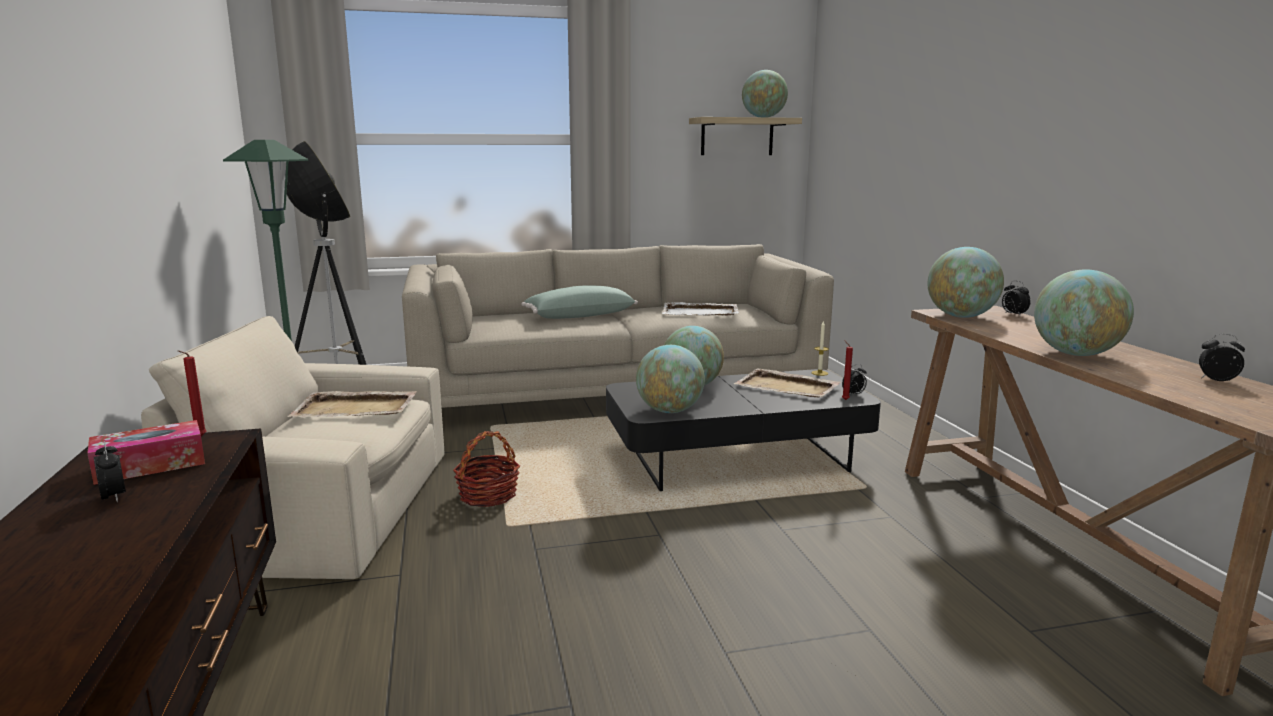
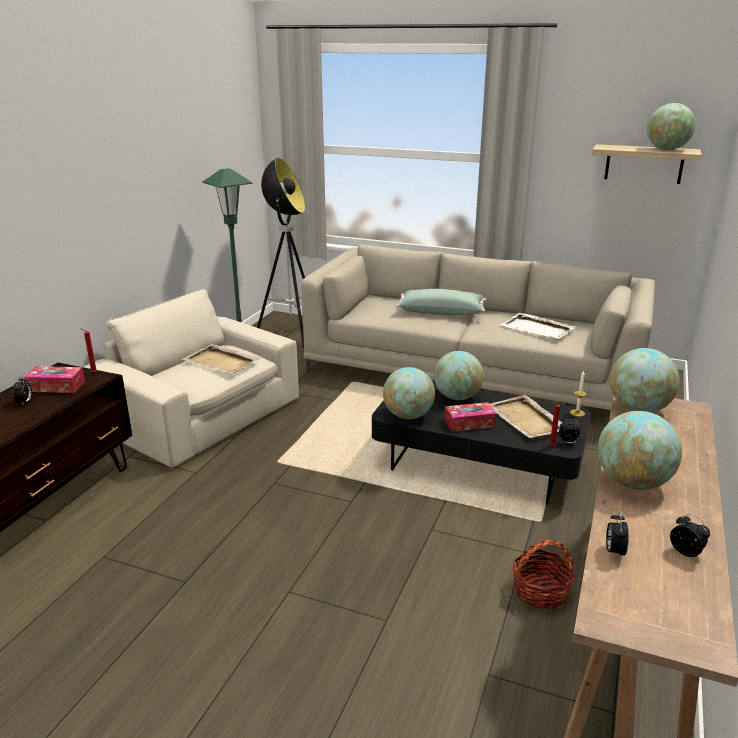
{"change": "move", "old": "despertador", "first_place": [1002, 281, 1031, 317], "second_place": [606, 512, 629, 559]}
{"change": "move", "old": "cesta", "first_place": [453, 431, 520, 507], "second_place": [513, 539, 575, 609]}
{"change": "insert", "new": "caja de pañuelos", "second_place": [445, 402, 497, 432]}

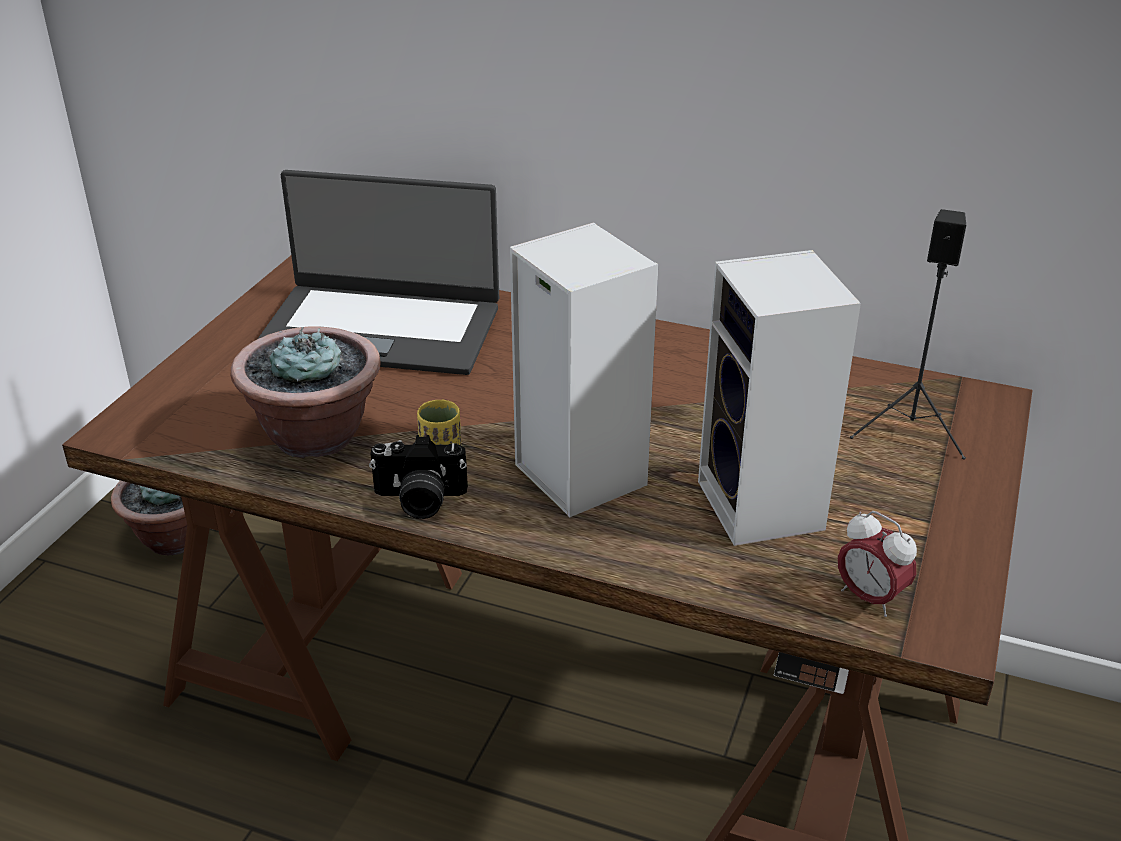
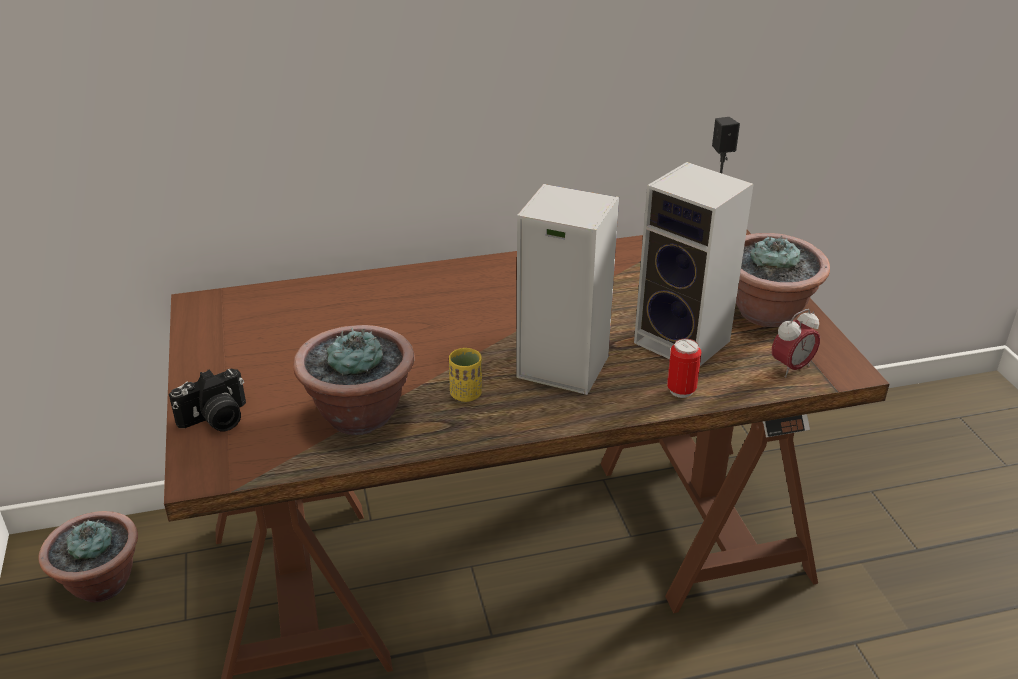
{"change": "delete", "old": "portátil", "first_place": [258, 170, 499, 375]}
{"change": "move", "old": "cámara", "first_place": [369, 435, 468, 519], "second_place": [169, 369, 246, 432]}
{"change": "rotate", "old": "despertador", "first_place": [838, 511, 917, 617], "second_place": [772, 309, 820, 378], "degrees": -45}
{"change": "insert", "new": "planta en maceta", "second_place": [736, 233, 830, 327]}
{"change": "insert", "new": "lata", "second_place": [667, 338, 701, 398]}

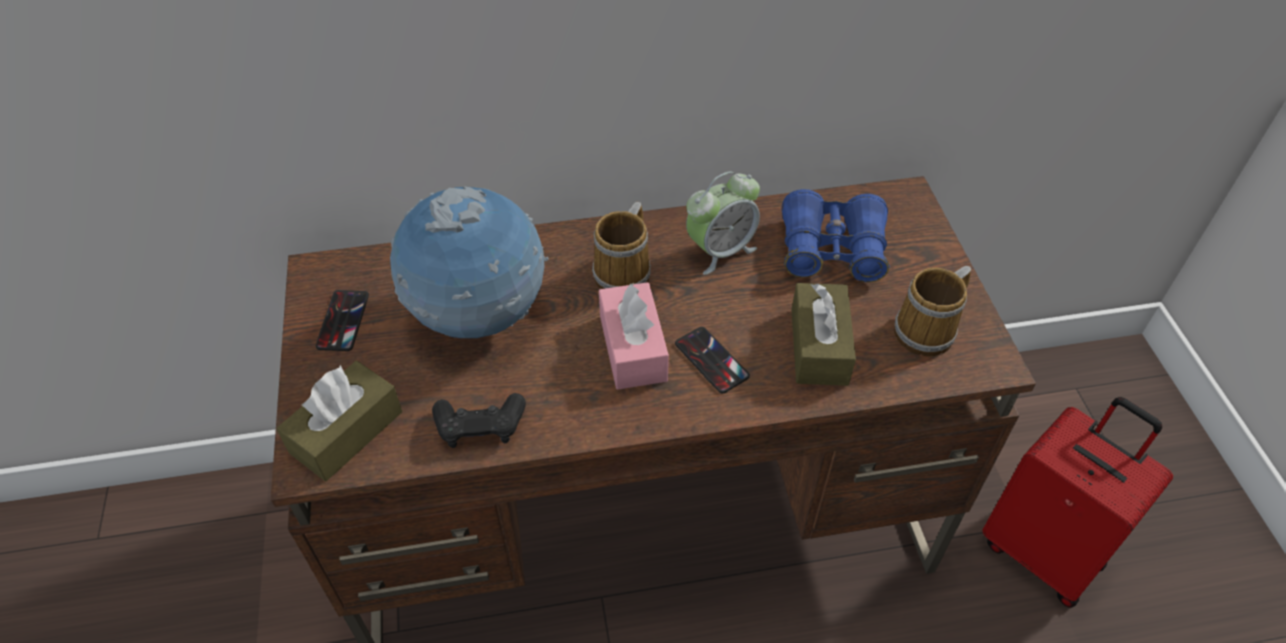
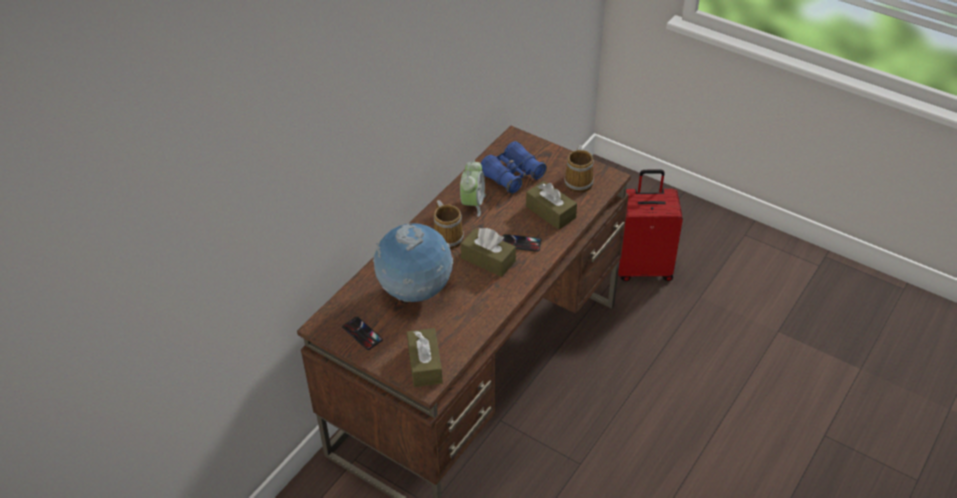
{"change": "recolor", "old": "caja de pañuelos (rosa)", "new": "caja de pañuelos (marrón)", "first_place": [599, 282, 669, 390], "second_place": [461, 228, 516, 277]}
{"change": "delete", "old": "mando de consola (negro)", "first_place": [432, 393, 526, 448]}

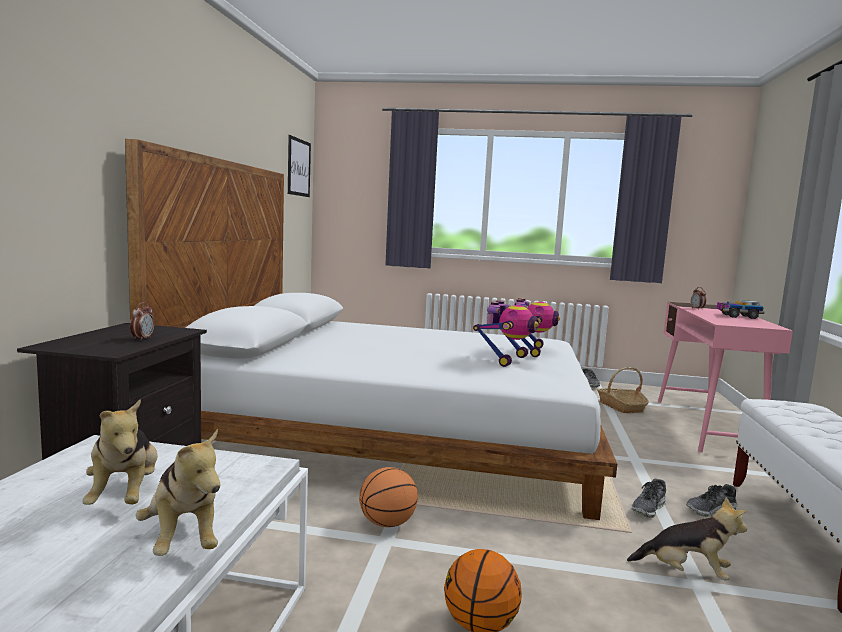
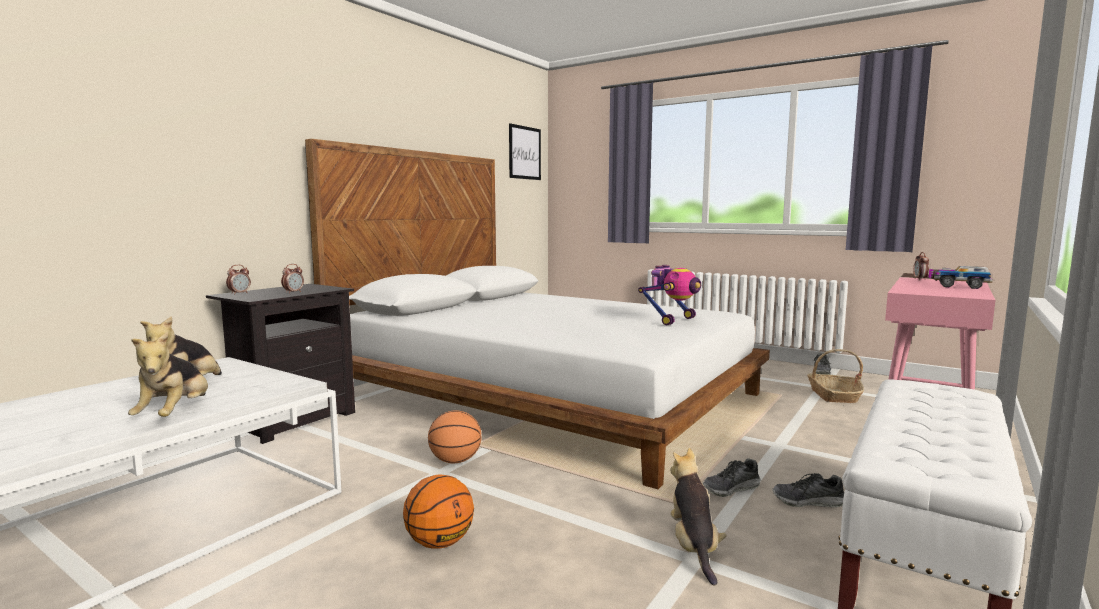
{"change": "delete", "old": "robot de juguete", "first_place": [473, 301, 539, 367]}
{"change": "rotate", "old": "peluche", "first_place": [627, 497, 747, 581], "second_place": [670, 448, 726, 586], "degrees": -135}
{"change": "insert", "new": "despertador", "second_place": [226, 265, 251, 295]}

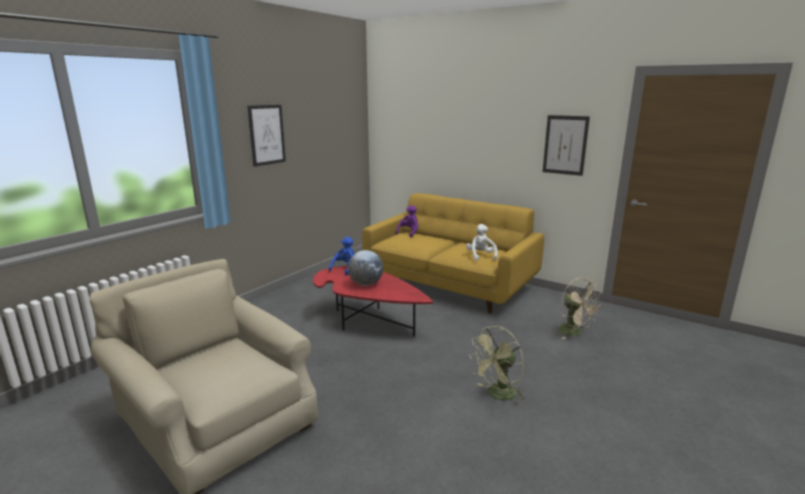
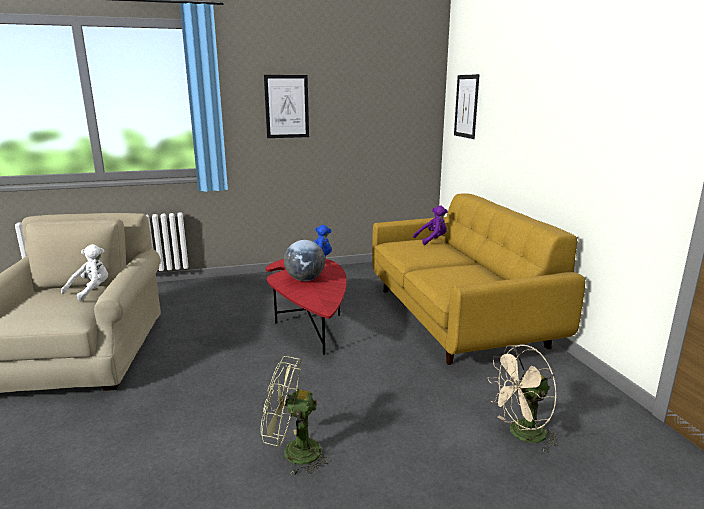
{"change": "move", "old": "cuadro", "first_place": [543, 115, 590, 176], "second_place": [454, 74, 480, 139]}
{"change": "move", "old": "peluche (blanco)", "first_place": [466, 224, 498, 261], "second_place": [61, 244, 108, 302]}
{"change": "rotate", "old": "ventilador (beis)", "first_place": [558, 278, 602, 339], "second_place": [488, 345, 559, 452], "degrees": 60}

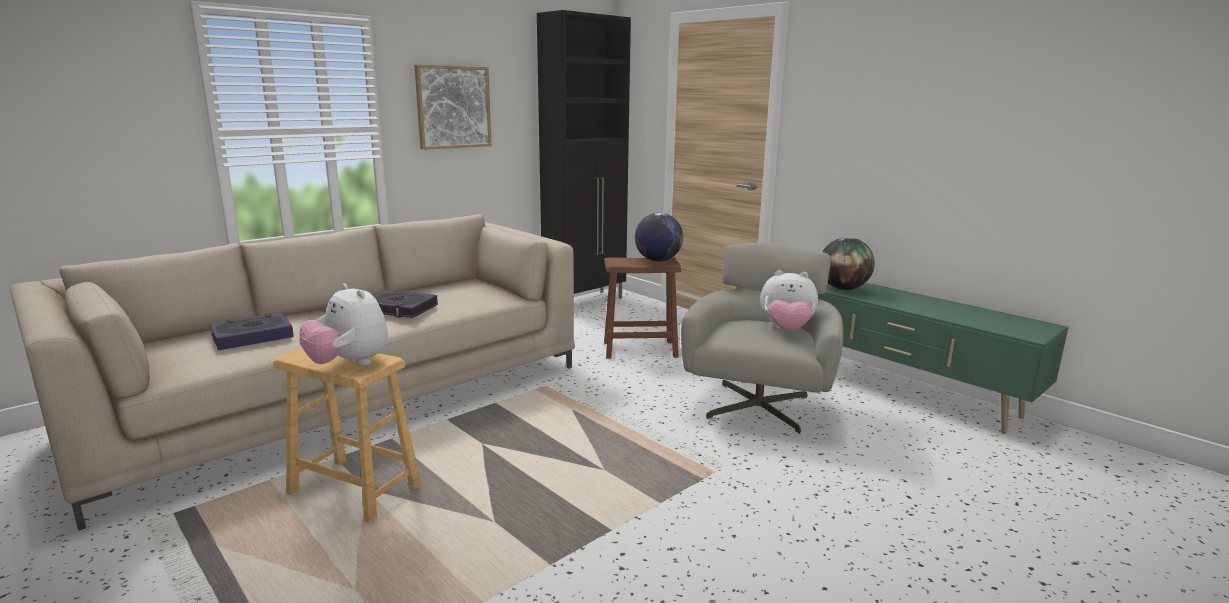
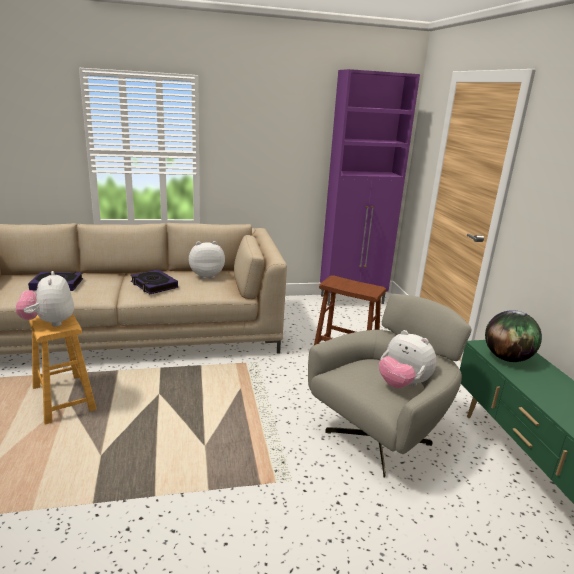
{"change": "recolor", "old": "armario (negro)", "new": "armario (morado)", "first_place": [537, 10, 631, 299], "second_place": [320, 69, 420, 306]}
{"change": "delete", "old": "cuadro", "first_place": [414, 64, 492, 150]}
{"change": "delete", "old": "globo terráqueo", "first_place": [635, 213, 683, 262]}
{"change": "insert", "new": "peluche", "second_place": [189, 241, 225, 279]}

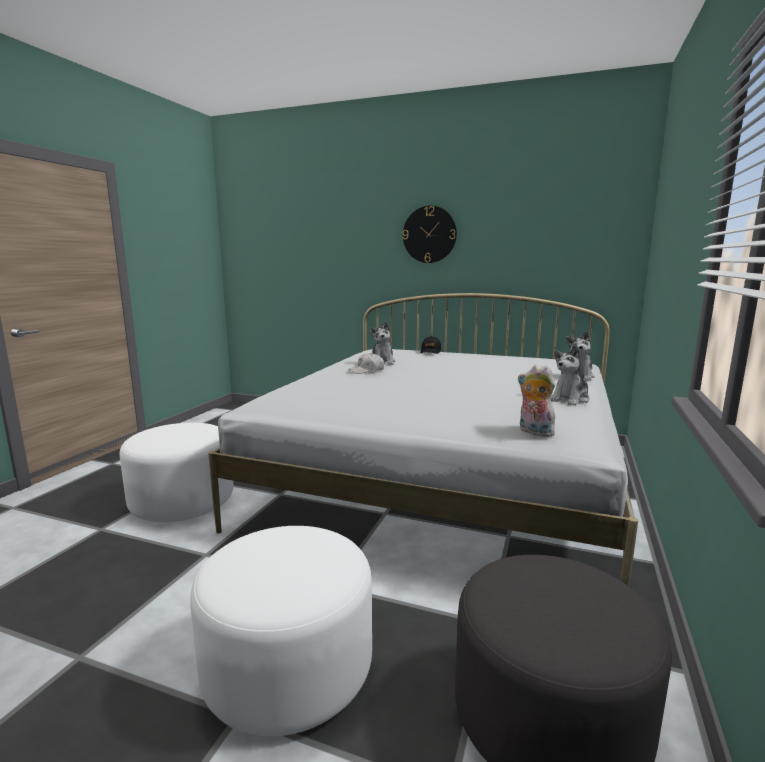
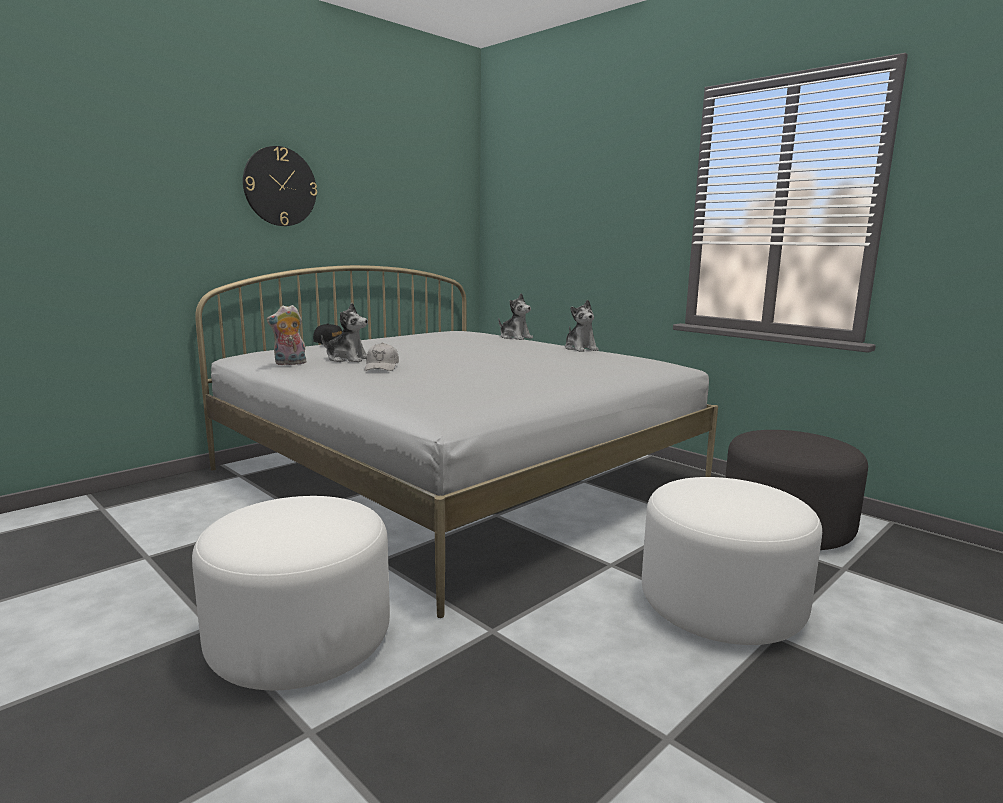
{"change": "move", "old": "peluche", "first_place": [518, 365, 555, 437], "second_place": [266, 305, 306, 365]}

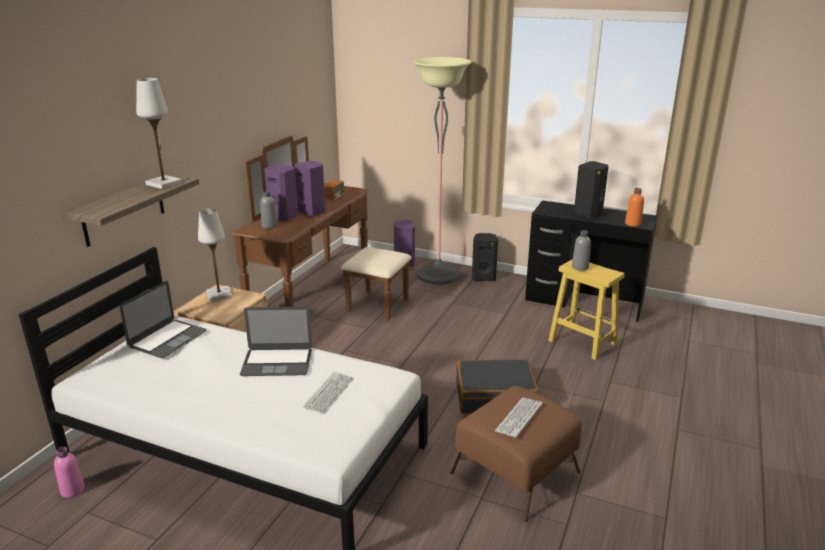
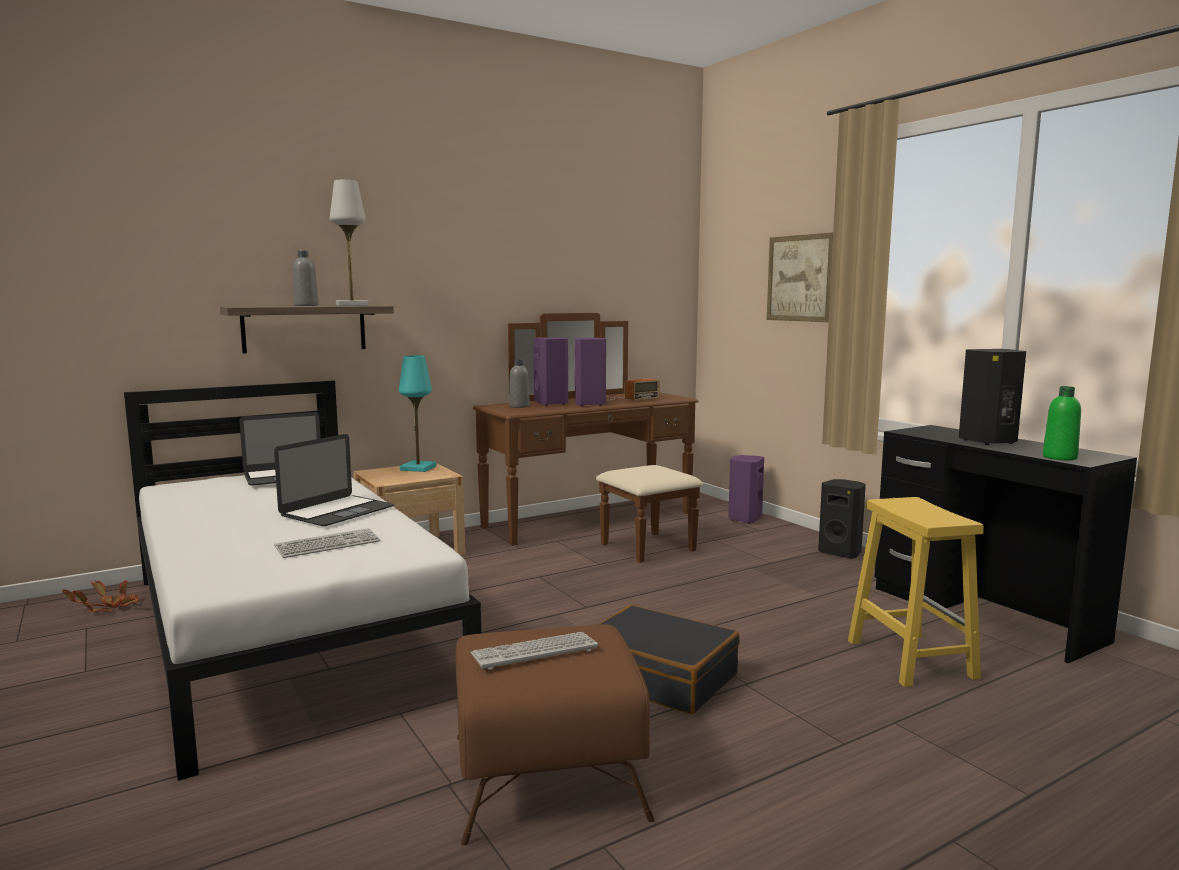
{"change": "delete", "old": "lámpara de pie", "first_place": [413, 57, 471, 284]}
{"change": "recolor", "old": "botella (naranja)", "new": "botella (verde)", "first_place": [625, 188, 644, 227], "second_place": [1043, 386, 1081, 460]}
{"change": "recolor", "old": "lámpara de mesa (blanco)", "new": "lámpara de mesa (turquesa)", "first_place": [198, 209, 232, 301], "second_place": [399, 355, 436, 472]}
{"change": "move", "old": "botella (gris)", "first_place": [572, 230, 591, 271], "second_place": [293, 250, 318, 306]}
{"change": "rotate", "old": "portátil", "first_place": [240, 307, 312, 376], "second_place": [274, 434, 394, 526], "degrees": -90}
{"change": "replace", "old": "botella (rosa)", "new": "planta en maceta", "first_place": [54, 447, 84, 498], "second_place": [62, 580, 140, 612]}
{"change": "insert", "new": "cuadro", "second_place": [767, 232, 833, 322]}

